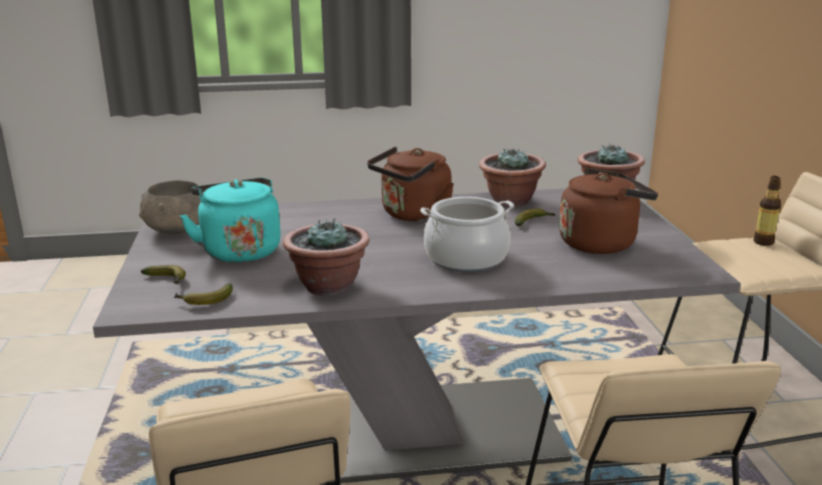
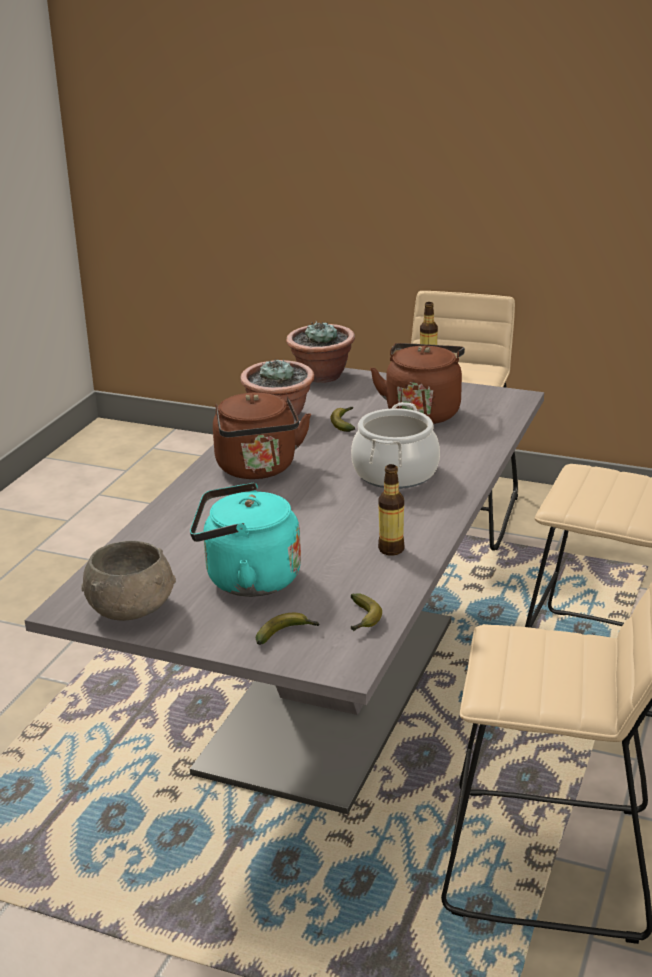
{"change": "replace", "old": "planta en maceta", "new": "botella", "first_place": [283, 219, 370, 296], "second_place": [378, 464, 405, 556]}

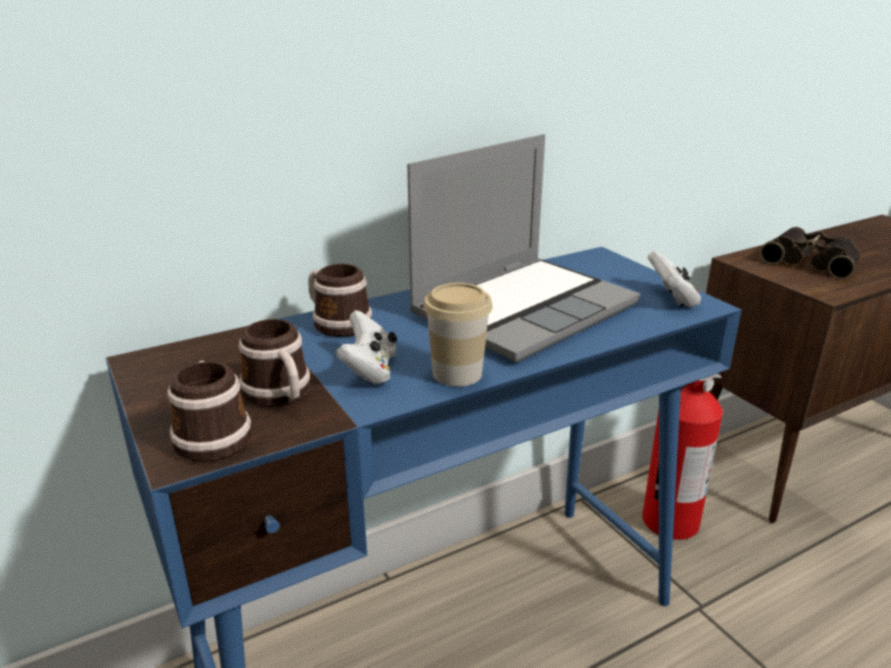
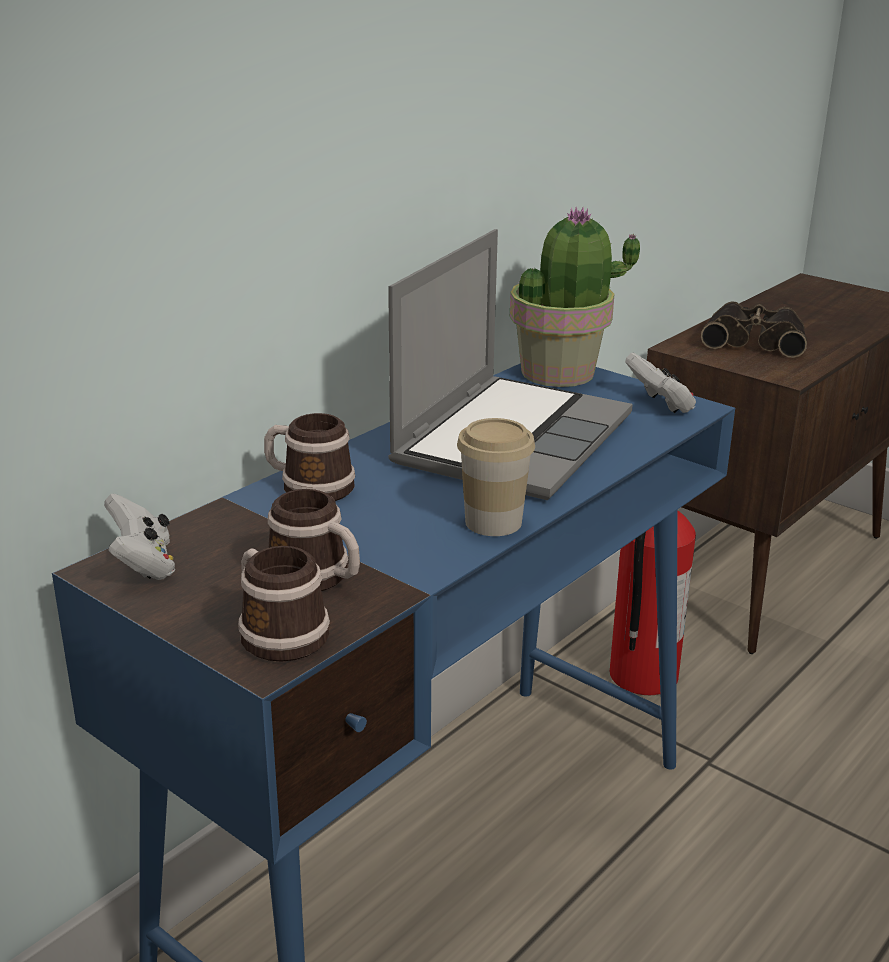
{"change": "move", "old": "mando de consola (blanco)", "first_place": [336, 310, 397, 384], "second_place": [104, 494, 175, 580]}
{"change": "insert", "new": "planta en maceta", "second_place": [510, 207, 640, 387]}

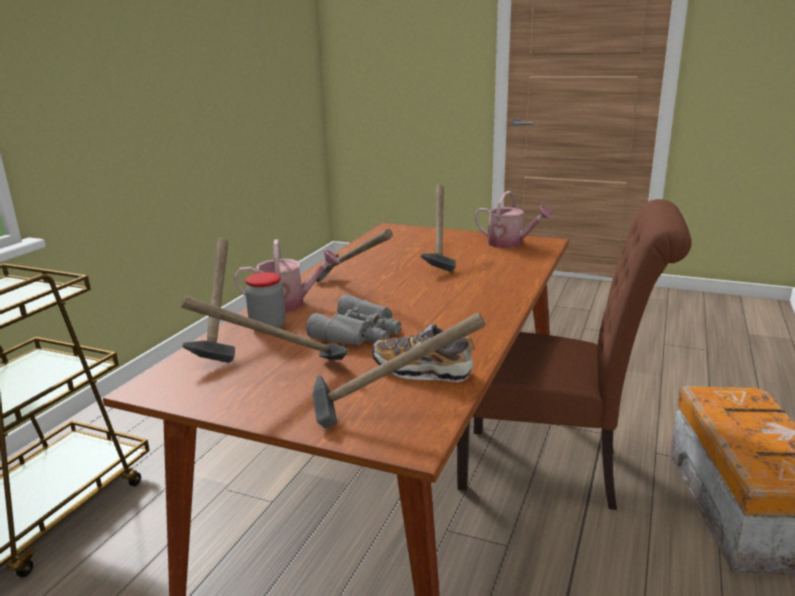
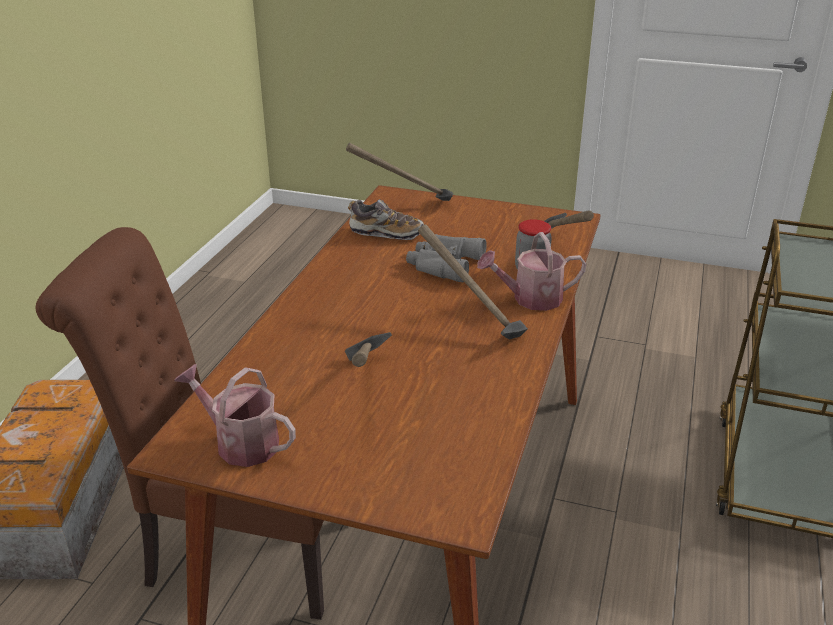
{"change": "delete", "old": "martillo", "first_place": [181, 295, 348, 360]}

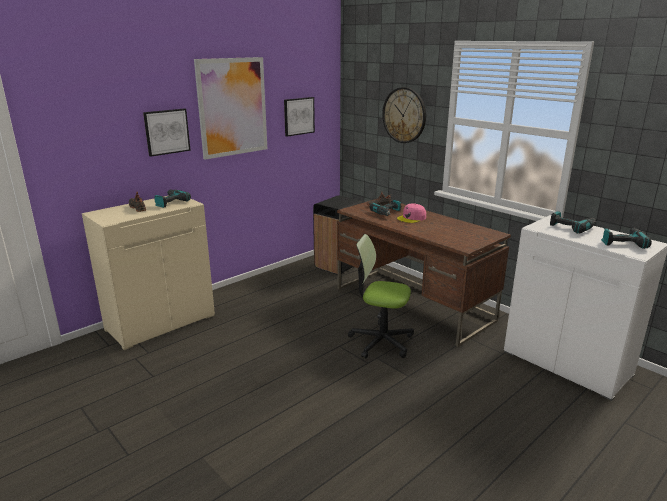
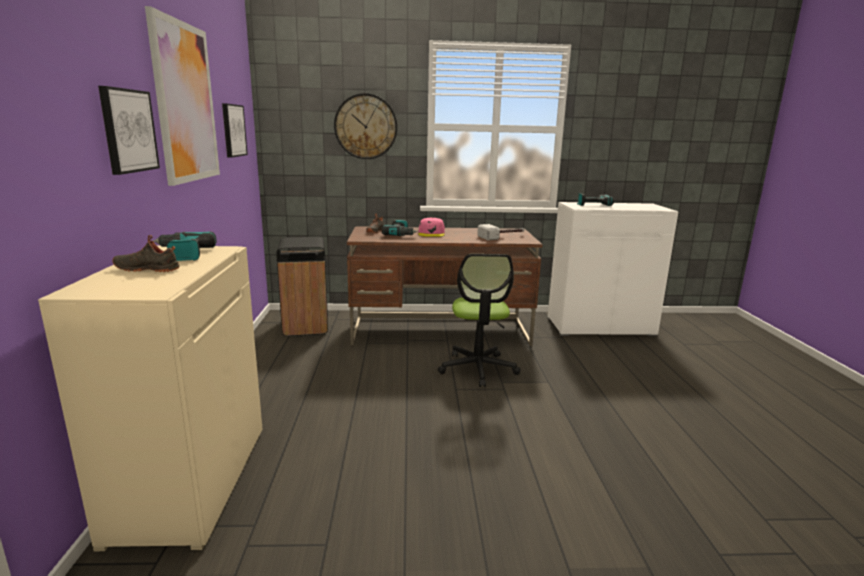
{"change": "delete", "old": "taladro", "first_place": [601, 228, 652, 249]}
{"change": "rotate", "old": "silla de oficina", "first_place": [348, 234, 414, 358], "second_place": [438, 254, 521, 387], "degrees": -60}
{"change": "insert", "new": "martillo", "second_place": [477, 224, 525, 240]}

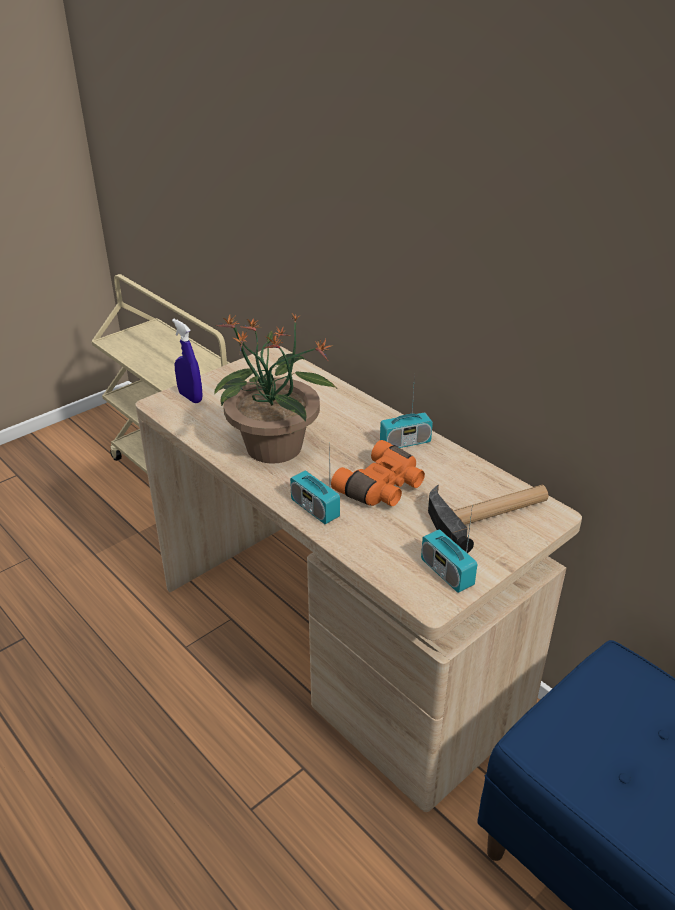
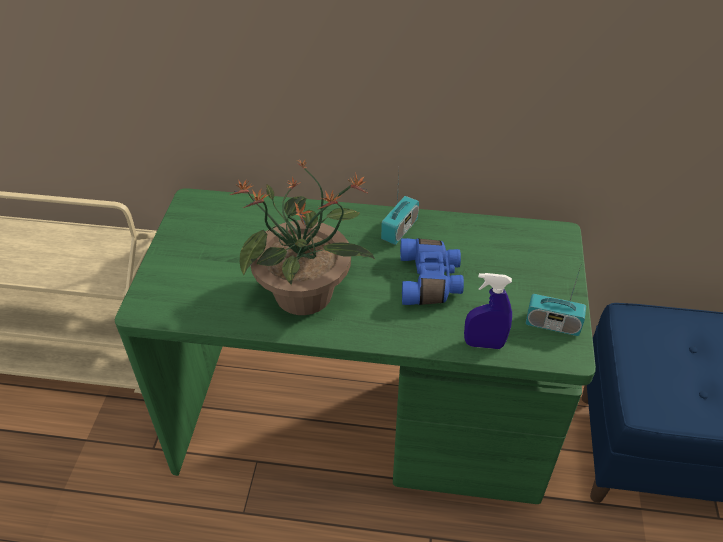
{"change": "move", "old": "pulverizador (azul)", "first_place": [172, 319, 203, 403], "second_place": [464, 273, 512, 349]}
{"change": "recolor", "old": "escritorio (beis)", "new": "escritorio (verde)", "first_place": [136, 346, 582, 812], "second_place": [115, 188, 596, 504]}
{"change": "recolor", "old": "prismáticos (naranja)", "new": "prismáticos (azul)", "first_place": [331, 440, 425, 506], "second_place": [400, 238, 464, 305]}
{"change": "delete", "old": "radio", "first_place": [290, 463, 340, 524]}
{"change": "delete", "old": "martillo", "first_place": [428, 484, 548, 553]}

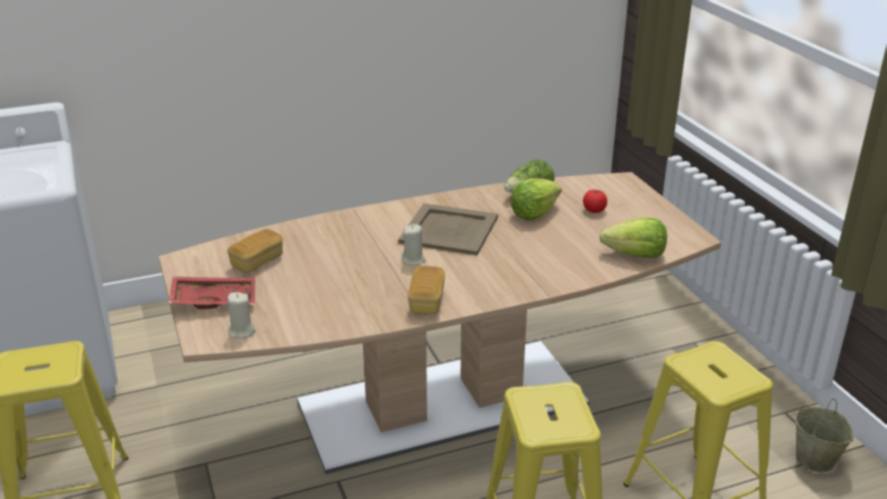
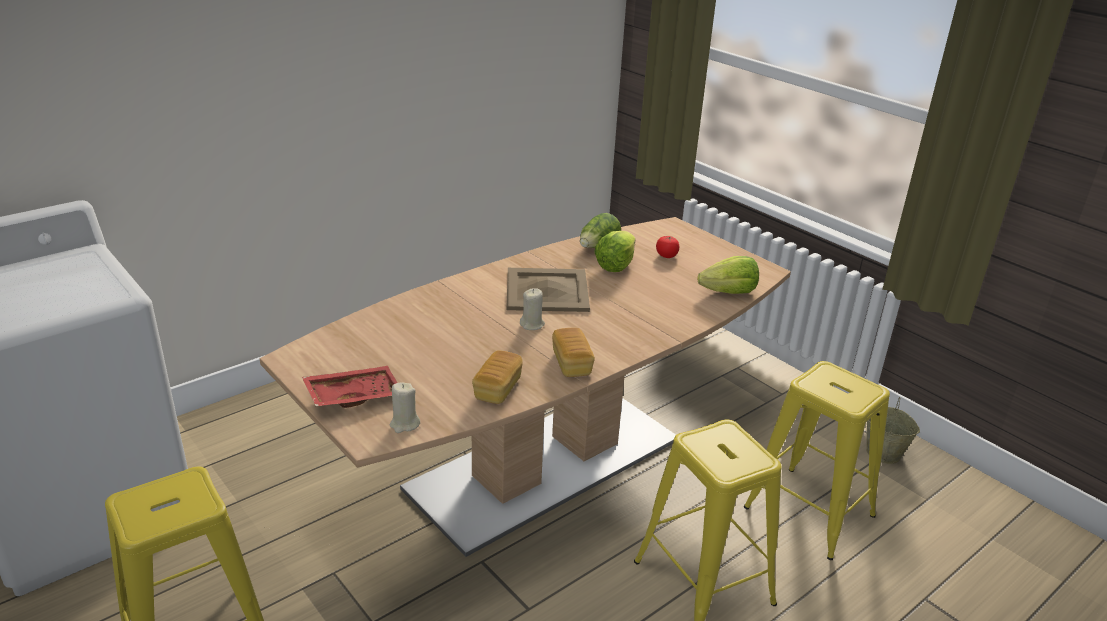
{"change": "move", "old": "pan", "first_place": [227, 229, 283, 272], "second_place": [472, 350, 523, 404]}

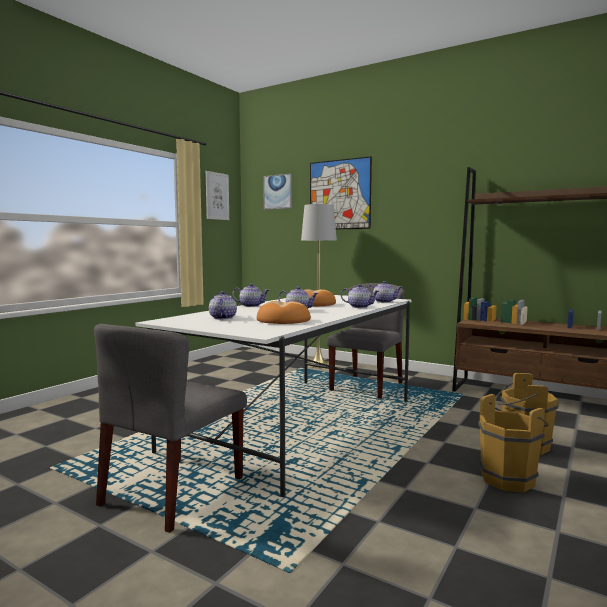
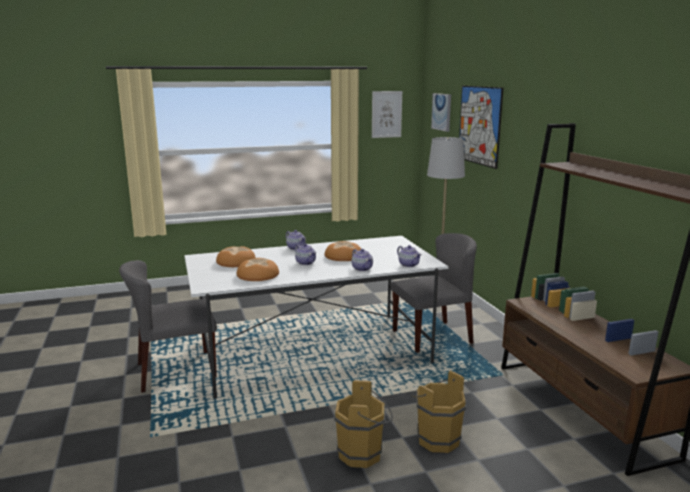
{"change": "replace", "old": "tetera", "new": "pan", "first_place": [209, 291, 237, 319], "second_place": [216, 246, 256, 267]}

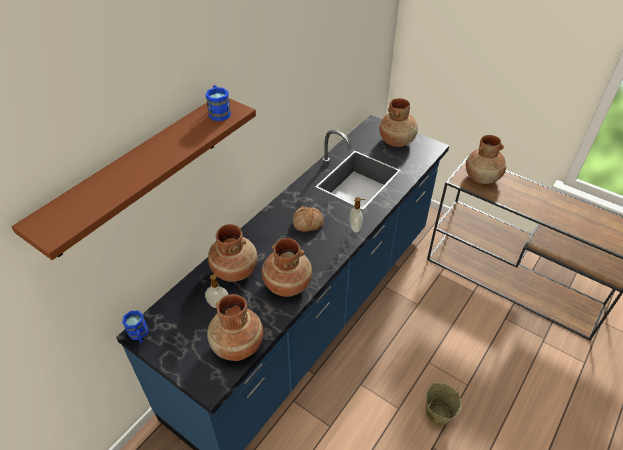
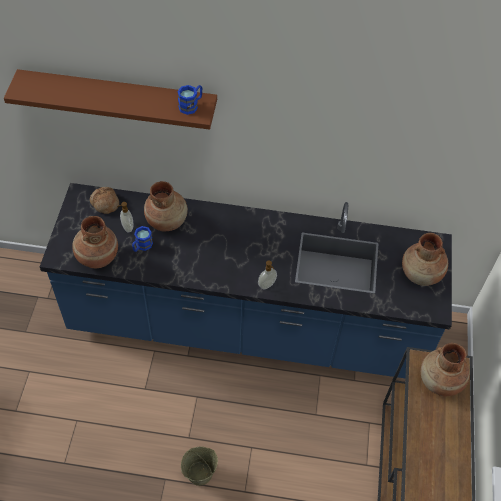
{"change": "move", "old": "pan", "first_place": [293, 206, 324, 232], "second_place": [90, 187, 119, 214]}
{"change": "delete", "old": "florero (marrón)", "first_place": [262, 238, 312, 297]}
{"change": "move", "old": "taza grande (azul)", "first_place": [122, 311, 148, 343], "second_place": [132, 226, 153, 252]}

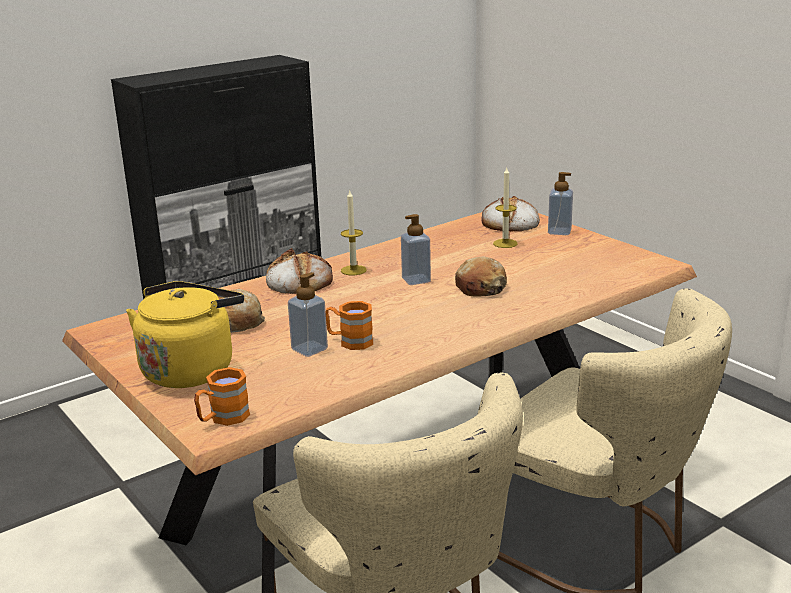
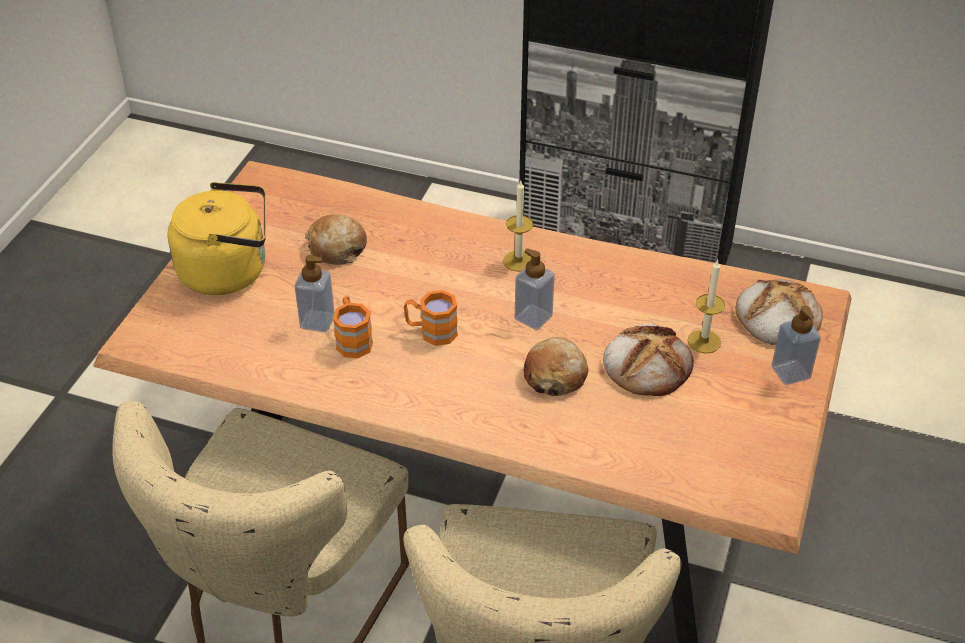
{"change": "move", "old": "pan", "first_place": [266, 248, 333, 294], "second_place": [603, 324, 694, 396]}
{"change": "move", "old": "taza grande (naranja)", "first_place": [194, 367, 250, 426], "second_place": [404, 290, 458, 346]}

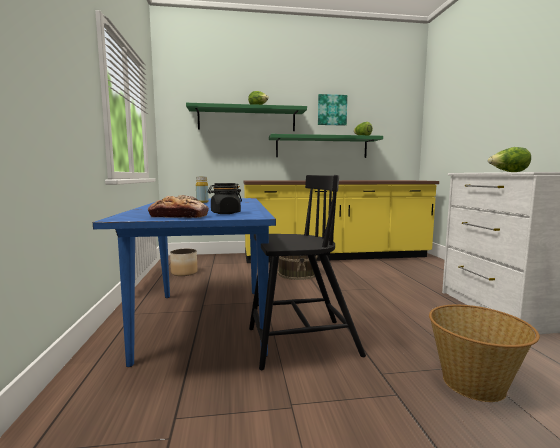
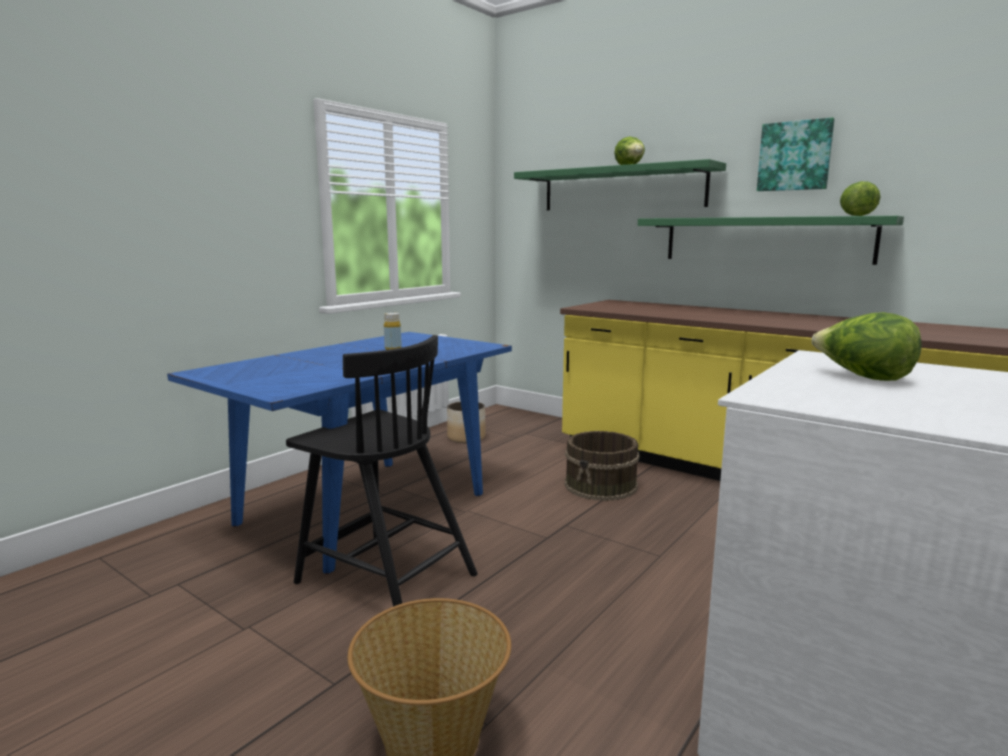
{"change": "delete", "old": "tarro (negro)", "first_place": [208, 183, 242, 214]}
{"change": "delete", "old": "pan", "first_place": [148, 195, 209, 218]}

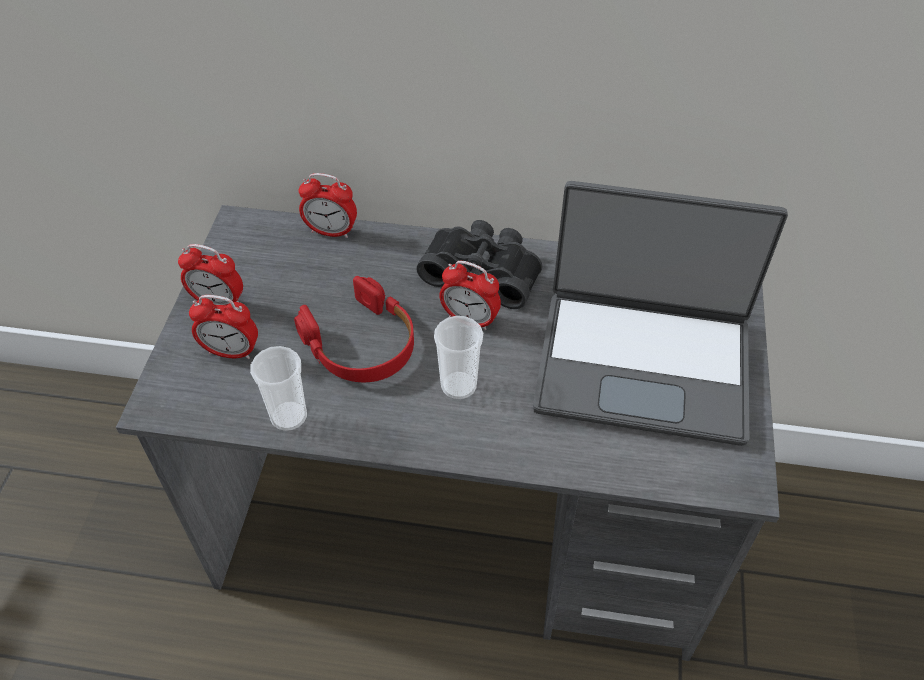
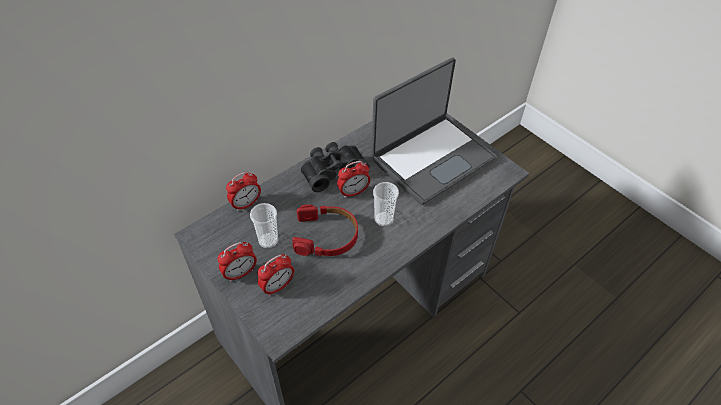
{"change": "move", "old": "taza", "first_place": [250, 346, 307, 431], "second_place": [250, 203, 278, 248]}

